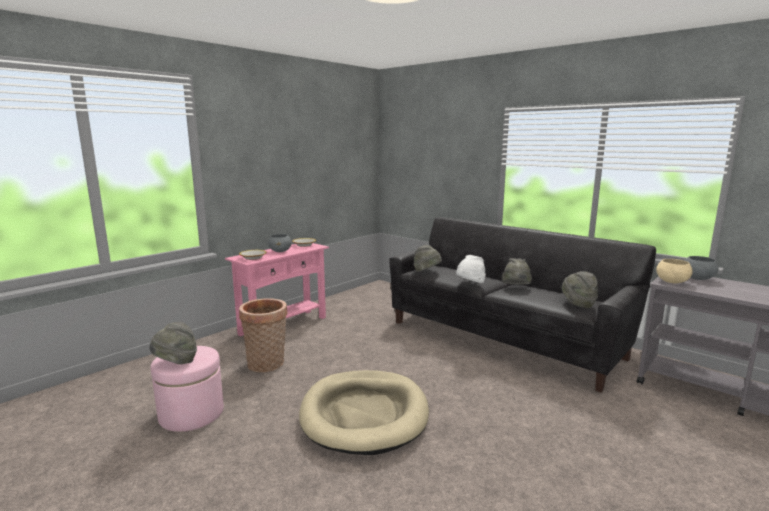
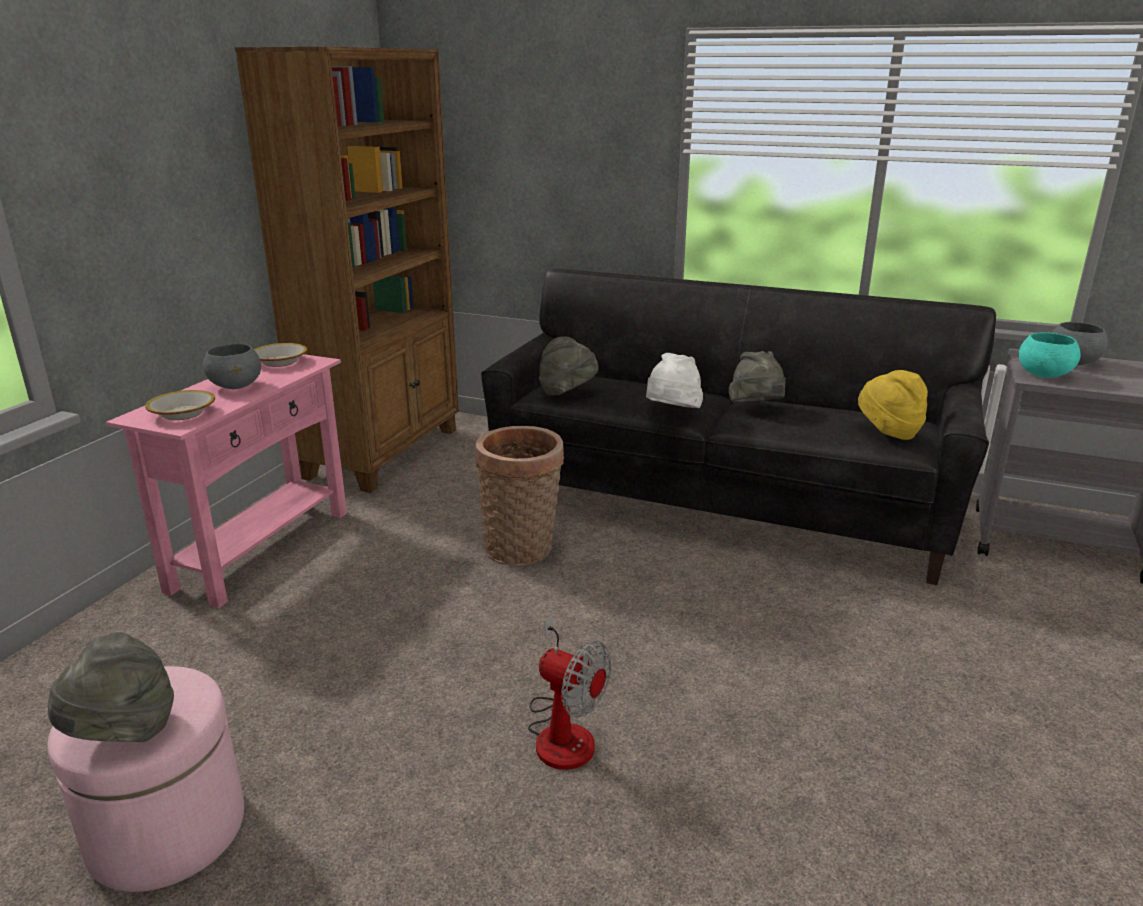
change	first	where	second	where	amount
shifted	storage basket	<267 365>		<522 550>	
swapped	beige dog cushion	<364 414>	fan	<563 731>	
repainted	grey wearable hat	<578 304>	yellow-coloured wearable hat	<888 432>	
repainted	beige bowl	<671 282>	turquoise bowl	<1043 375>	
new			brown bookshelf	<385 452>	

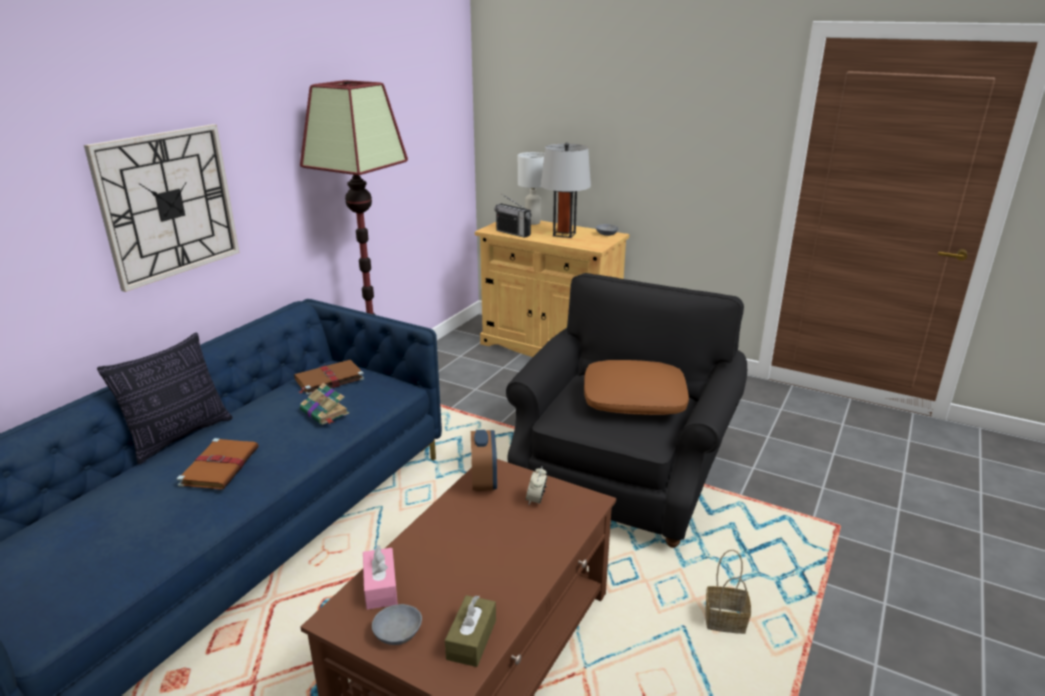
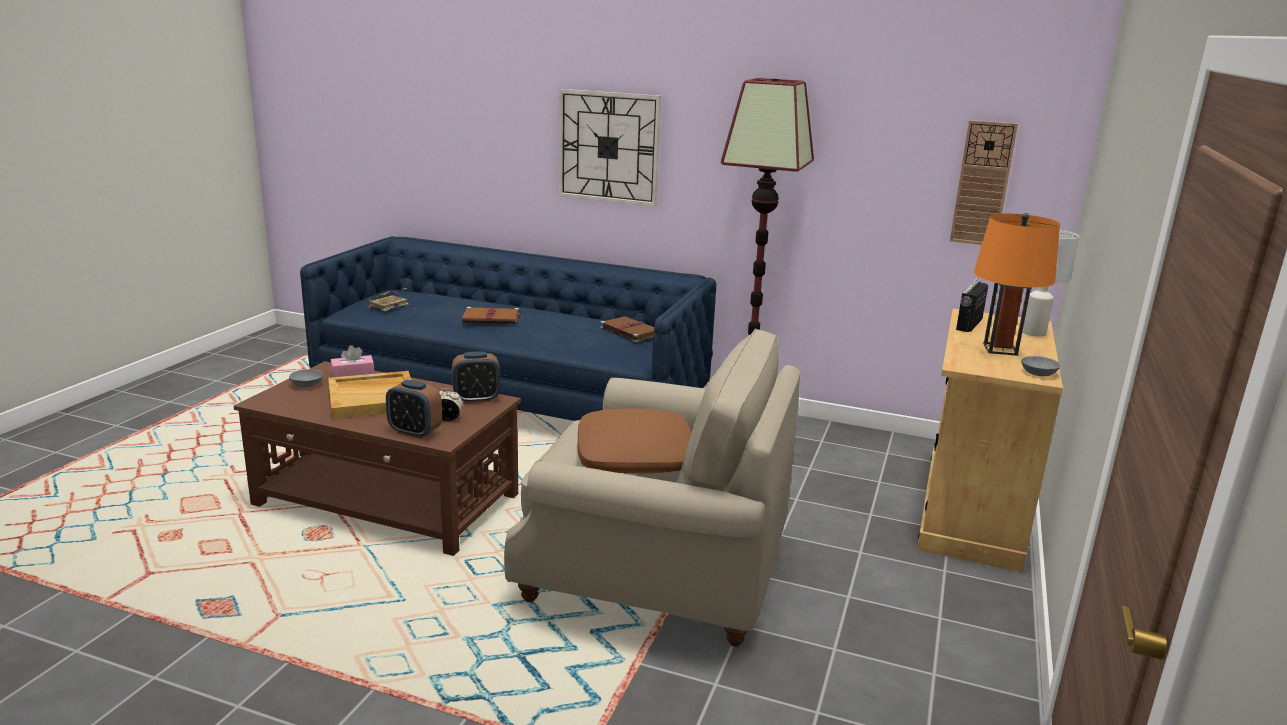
change	first	where	second	where	amount
gone	cushion	<180 436>			
shifted	volume	<325 413>		<387 305>	
gone	brown tissue box	<471 639>			
repainted	blackish armchair	<623 477>	beige armchair	<656 570>	
repainted	grey lamp for a table	<564 234>	orange lamp for a table	<1000 349>	
gone	storage basket	<726 621>			
new			beige tray	<373 398>	
new			bedside clock	<415 432>	
new			clock on the wall	<982 183>	

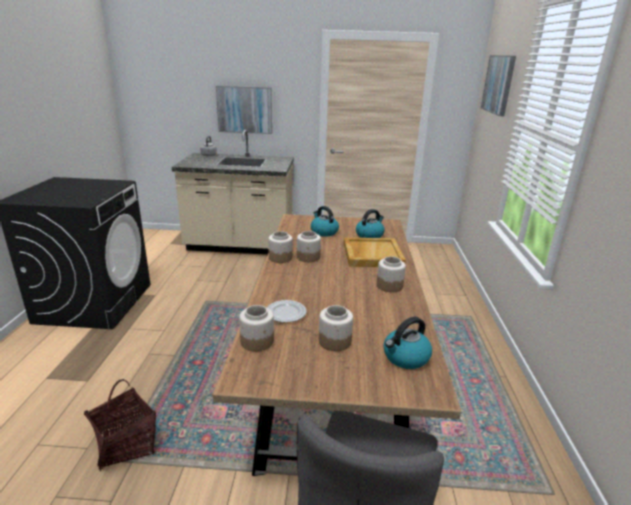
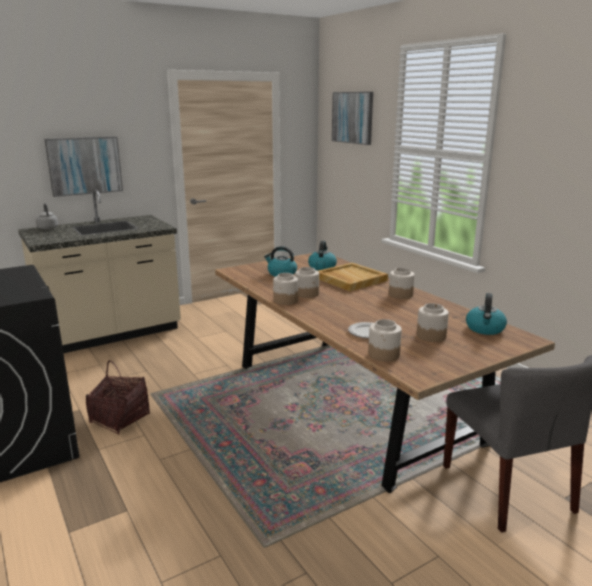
change	first	where	second	where	amount
shifted	storage basket	<126 444>		<120 418>	

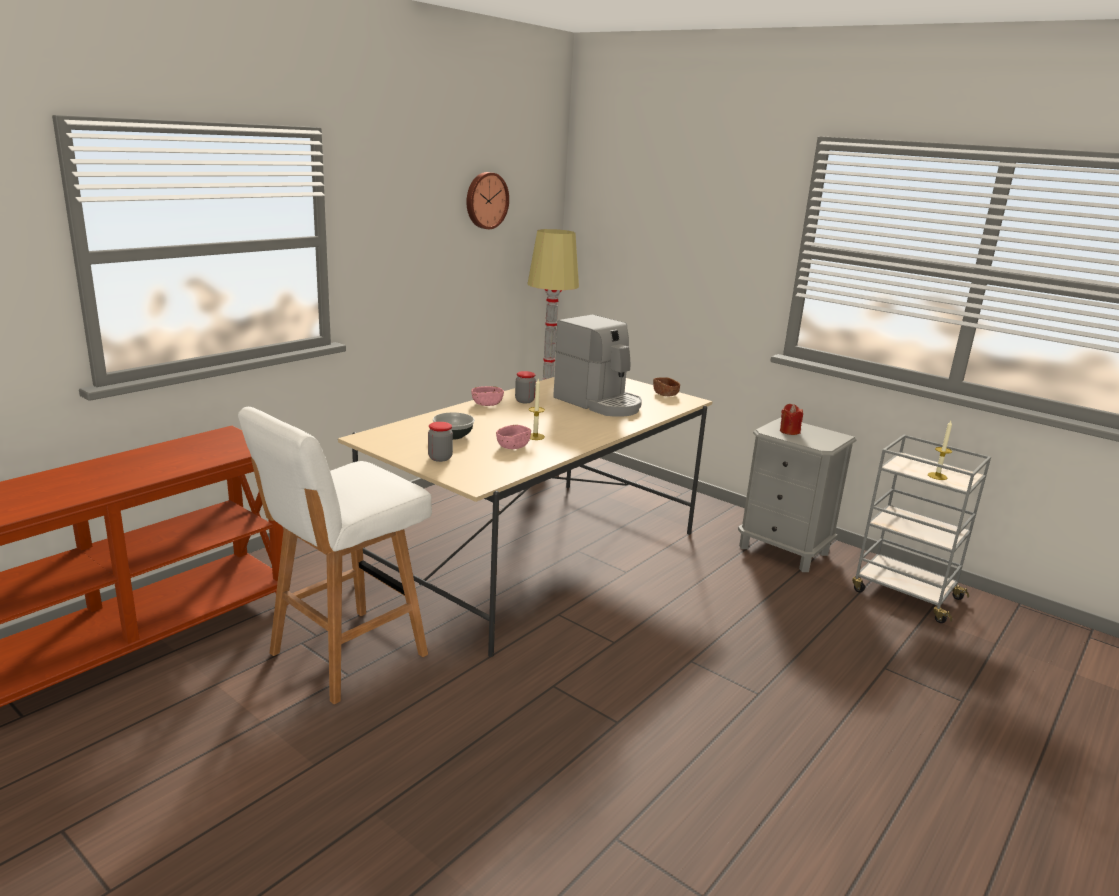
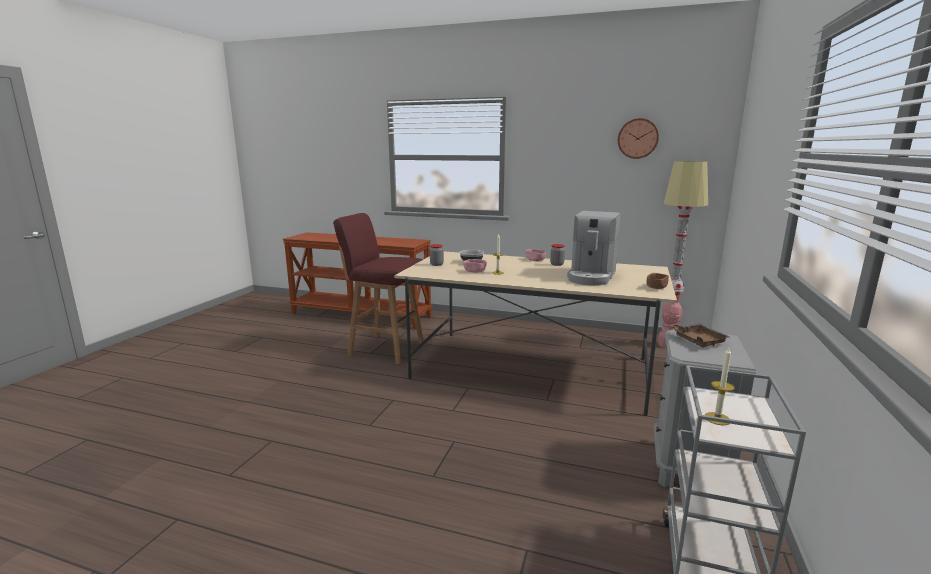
change	first	where	second	where	amount
repainted	white-coloured sitting stool	<345 655>	reddish sitting stool	<385 348>	
swapped	reddish wax light	<789 431>	brown tray	<697 340>	

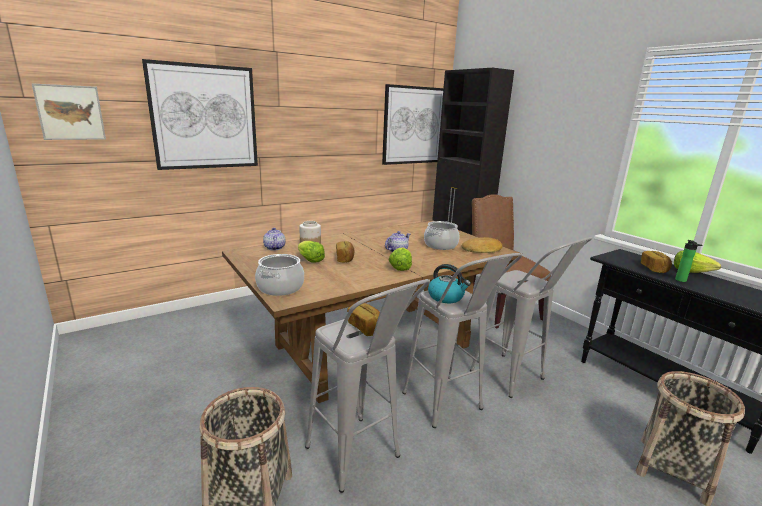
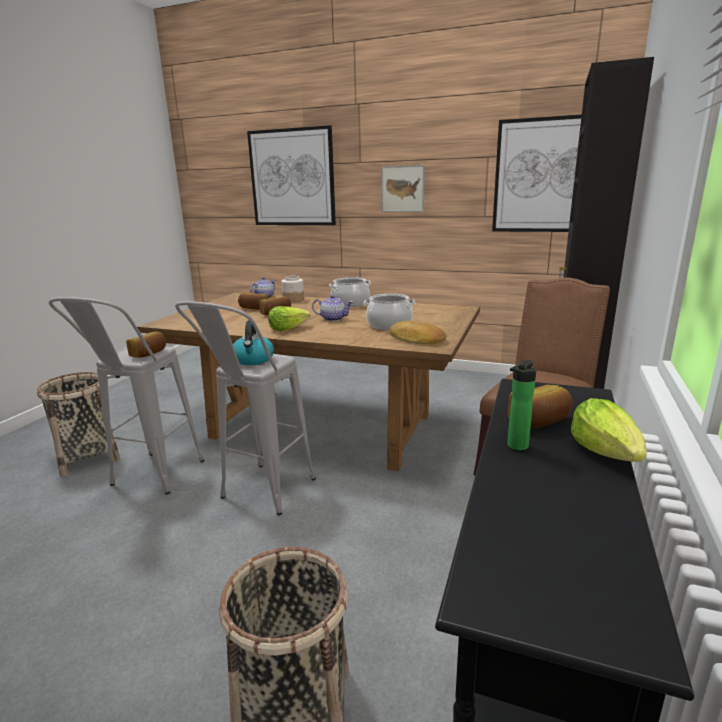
change	first	where	second	where	amount
shifted	picture	<70 112>		<402 189>	
shifted	stockpot	<280 287>		<350 303>	
swapped	head of lettuce	<309 260>	bakery bread	<254 308>	
gone	grey sitting stool	<516 381>			

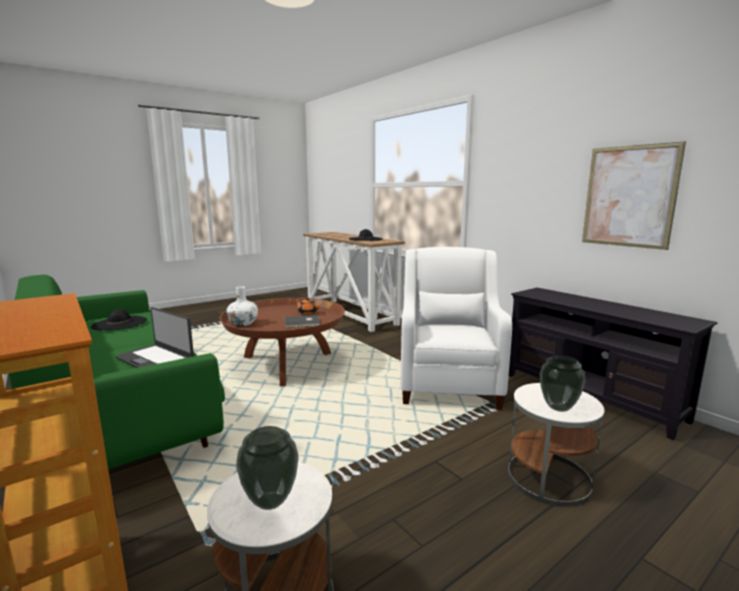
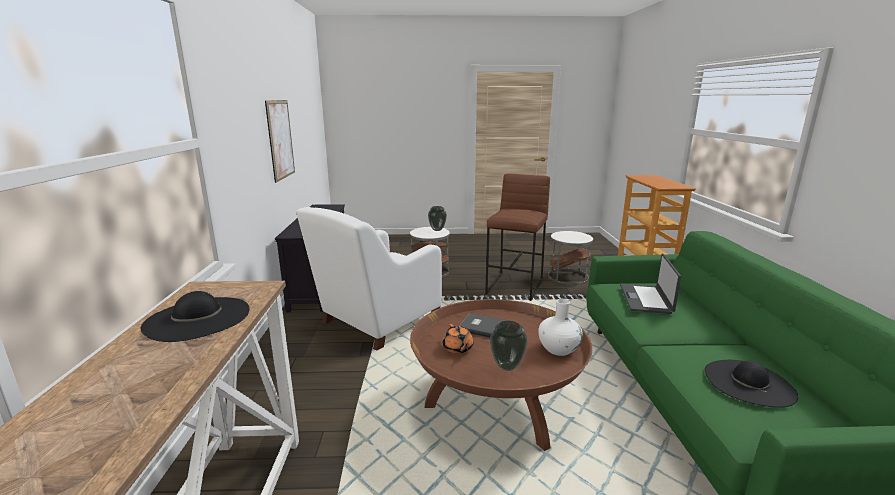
change	first	where	second	where	amount
rotated	laptop	<155 359>		<646 299>	150 degrees counterclockwise
shifted	decorative vase	<269 501>		<507 367>	
new			brown sitting stool	<515 287>	

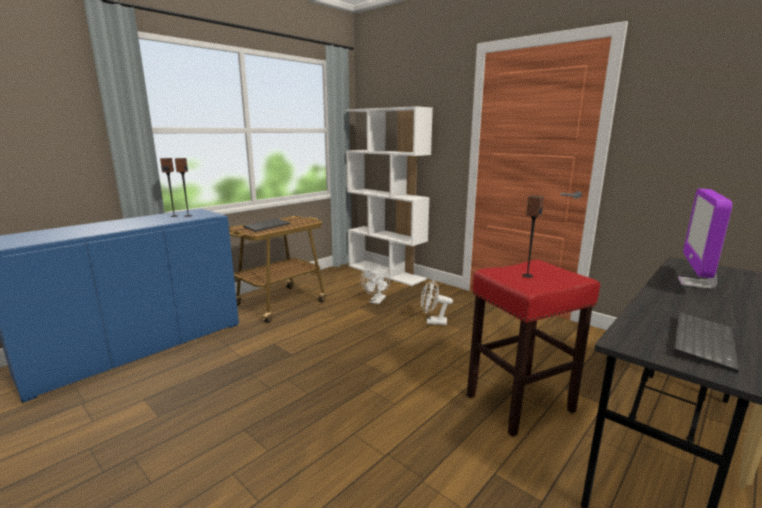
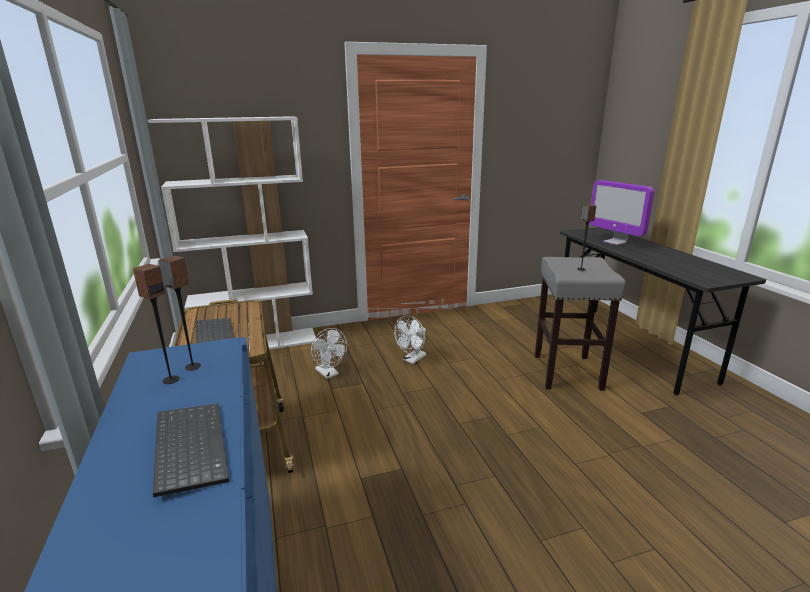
change	first	where	second	where	amount
repainted	reddish sitting stool	<520 403>	grey sitting stool	<566 371>	
shifted	PC keyboard	<701 341>		<188 447>	

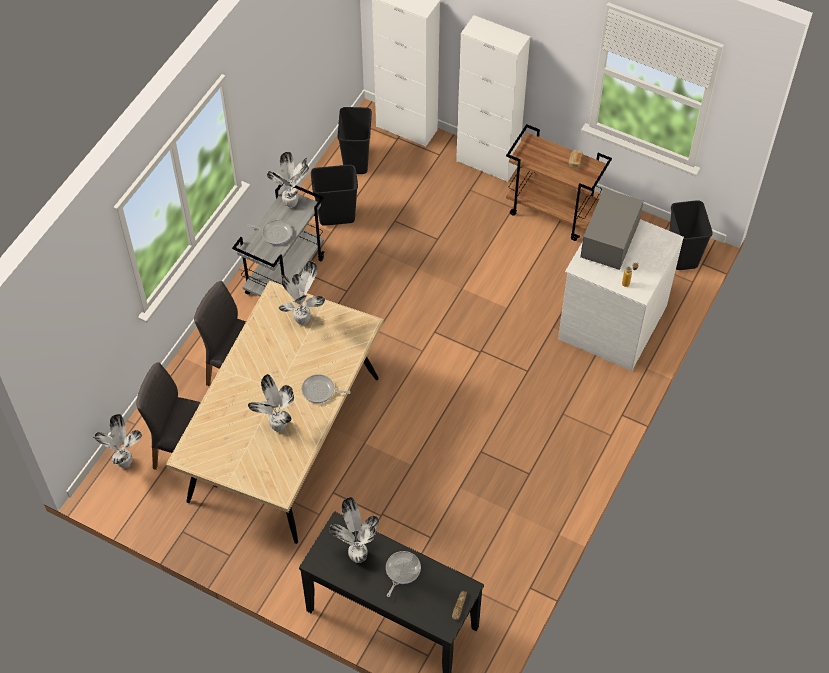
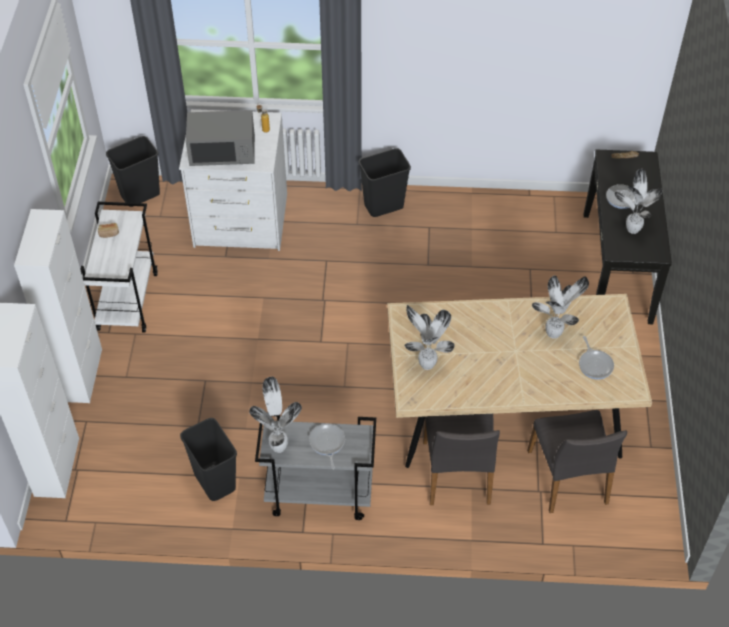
change	first	where	second	where	amount
gone	plant in a pot	<124 464>			
shifted	frying pan	<320 391>		<595 364>	
shifted	blackish waste bin	<357 162>		<383 205>	
repainted	brown cart	<553 212>	white-coloured cart	<127 300>	

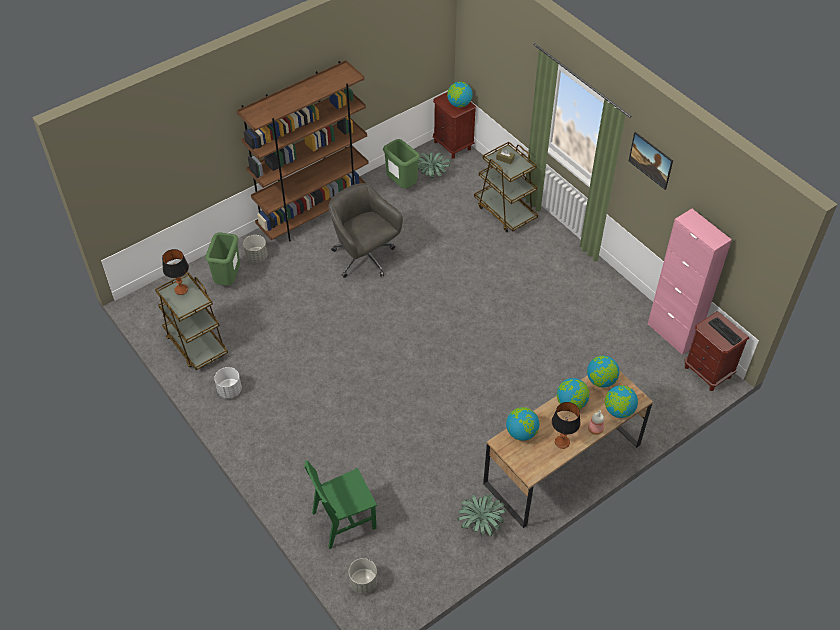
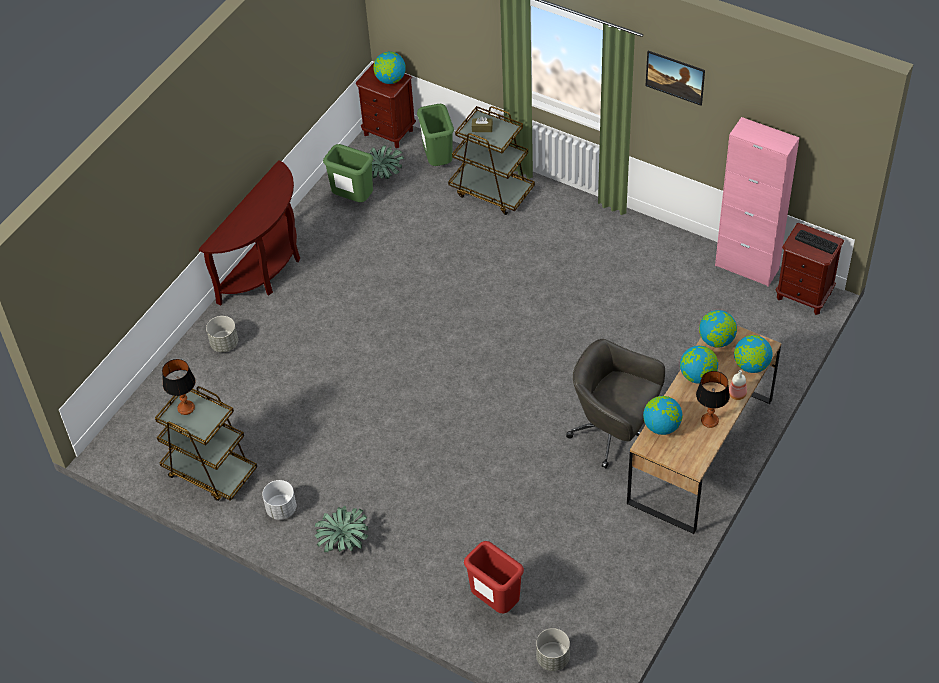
change	first	where	second	where	amount
shifted	greenish waste bin	<228 279>		<437 161>	
swapped	brown bookshelf	<314 214>	brown hall table	<266 269>	
swapped	greenish plain chair	<344 520>	reddish waste bin	<494 601>	
shifted	grey office chair	<364 258>		<614 433>	
shifted	plant in a pot	<480 523>		<343 541>	

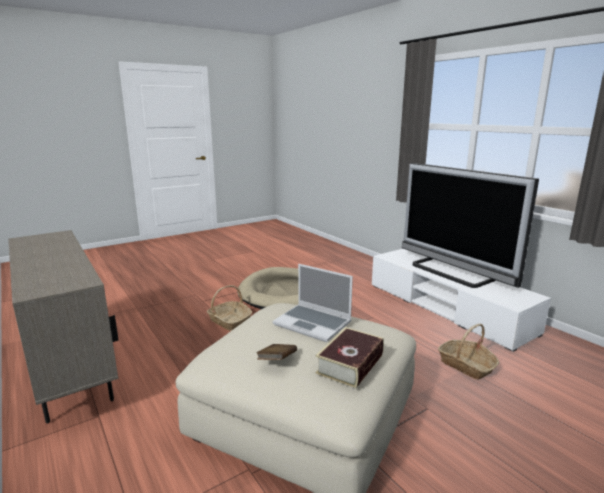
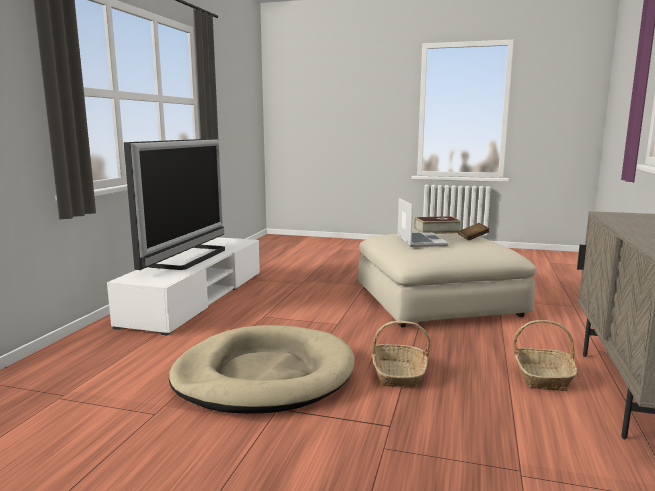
change	first	where	second	where	amount
shifted	storage basket	<466 365>		<542 376>	

